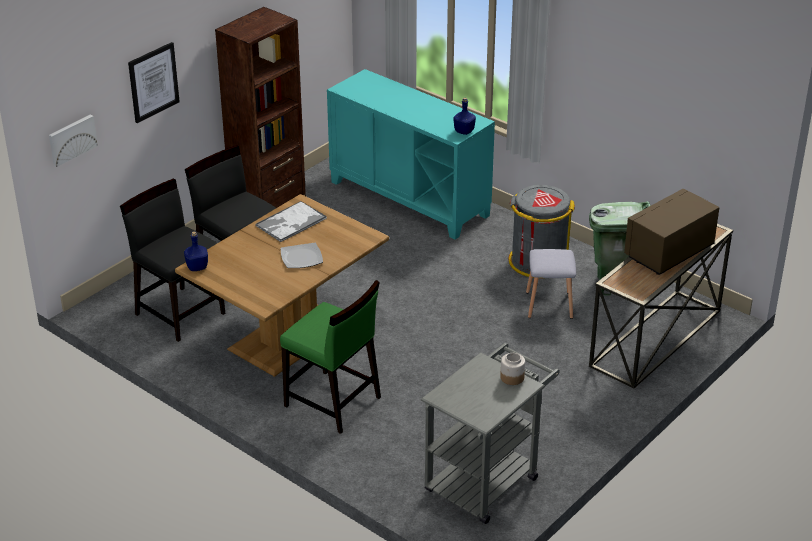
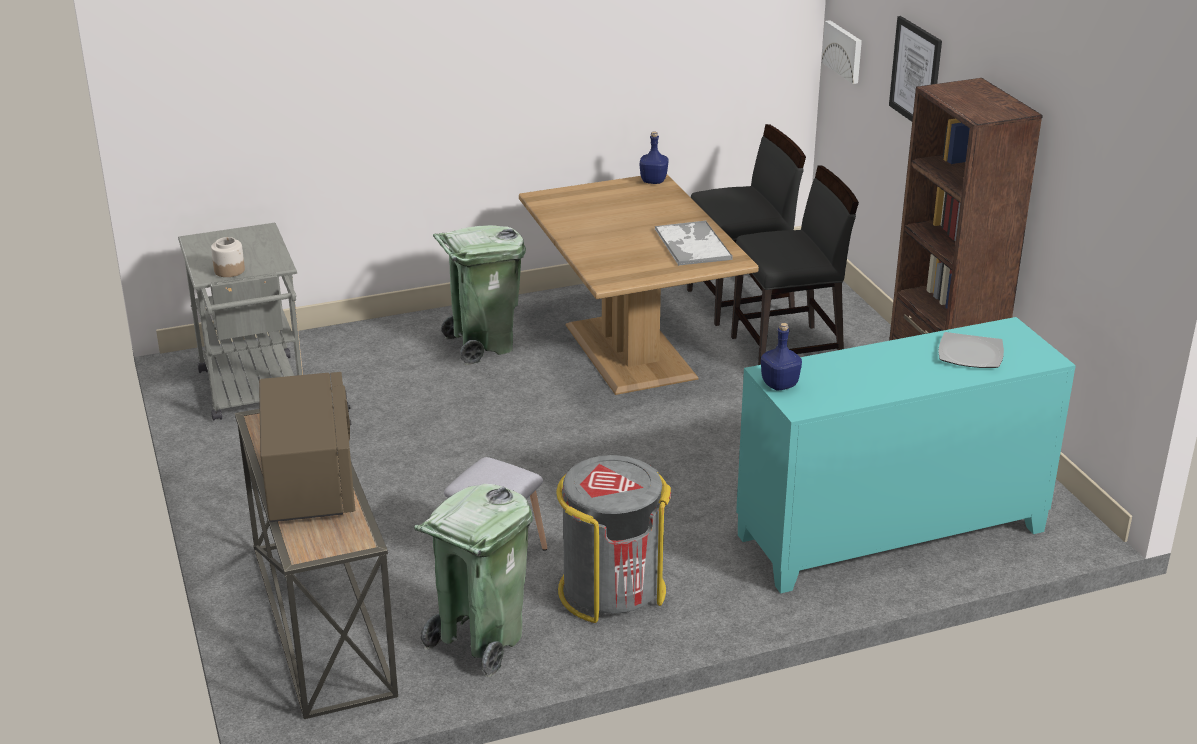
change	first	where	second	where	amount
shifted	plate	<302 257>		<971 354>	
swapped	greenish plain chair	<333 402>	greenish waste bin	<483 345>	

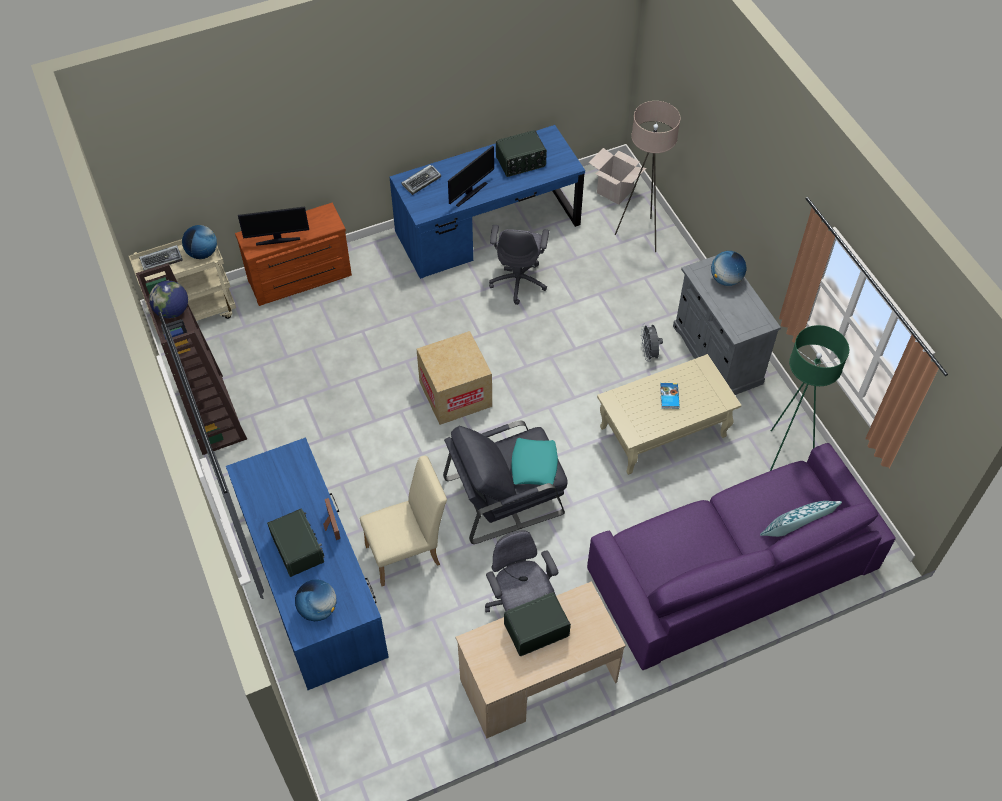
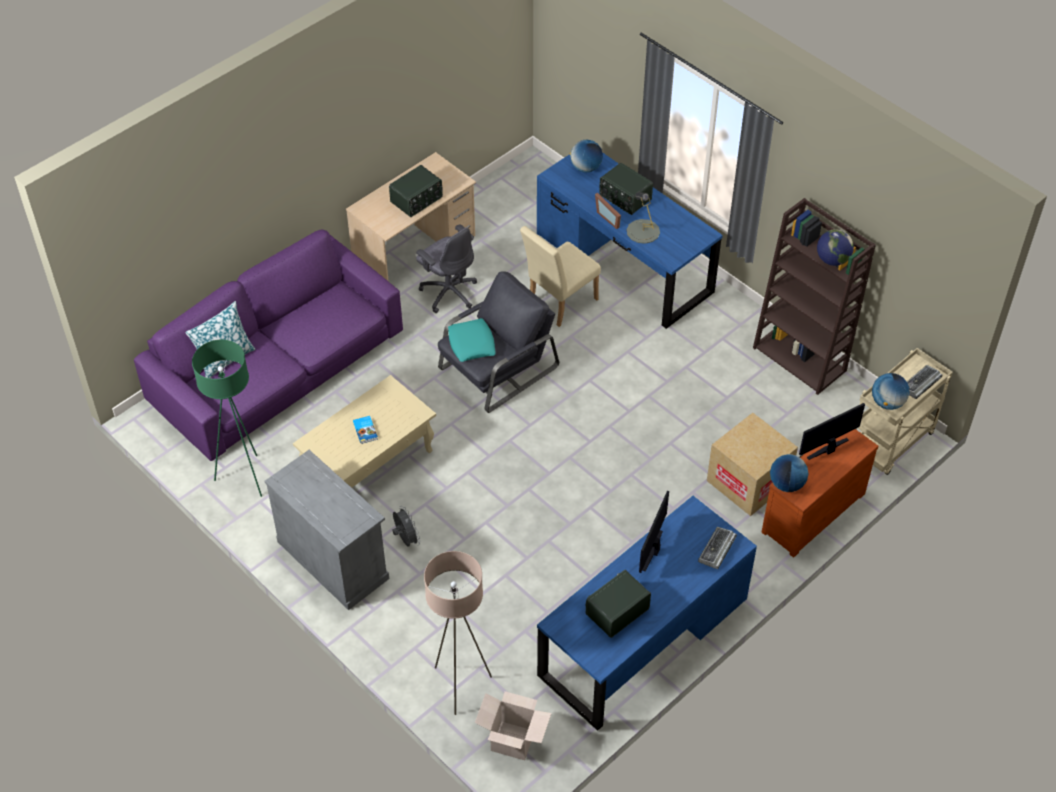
change	first	where	second	where	amount
shifted	packing box	<455 394>		<748 482>	
gone	grey office chair	<518 281>			
shifted	world globe	<726 279>		<786 484>	
new			grey lamp for a table	<643 231>	

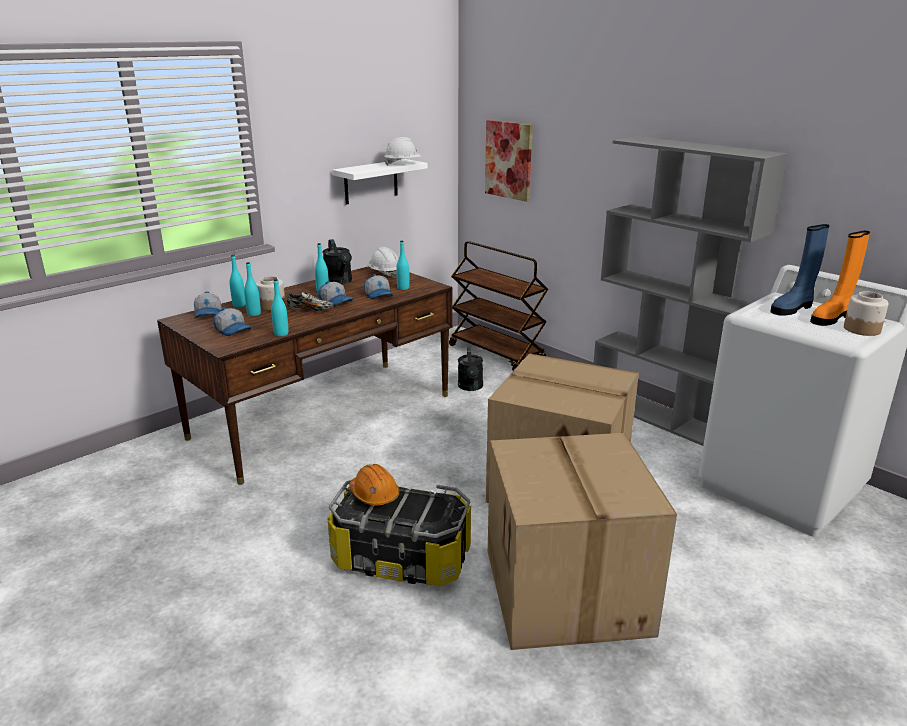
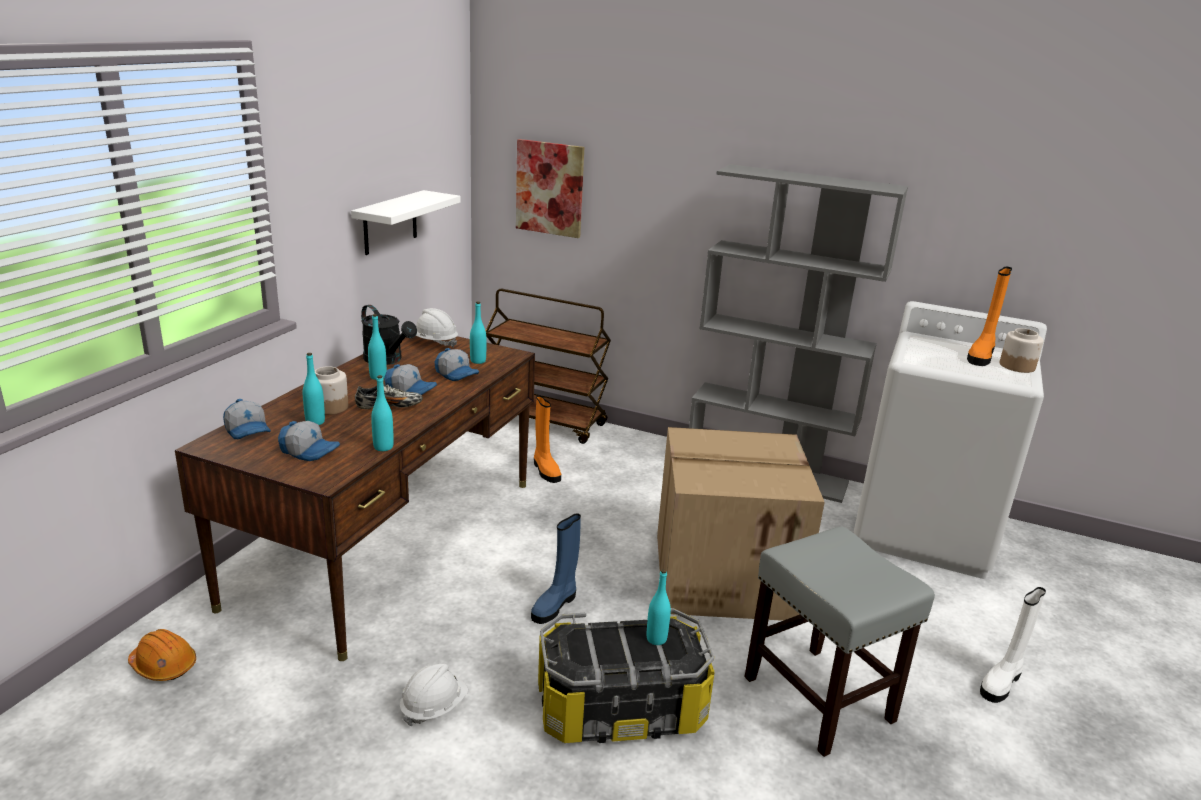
change	first	where	second	where	amount
shifted	turquoise beverage bottle	<239 305>		<656 639>	
shifted	orange safety helmet	<374 494>		<163 665>	
shifted	white-coloured safety helmet	<403 164>		<433 707>	
swapped	blackish watering pot	<471 387>	orange high-top boot	<545 470>	
swapped	packing box	<569 592>	grey sitting stool	<820 700>	
shifted	blue-coloured high-top boot	<792 308>		<555 605>	
new			white-coloured high-top boot	<1001 683>	

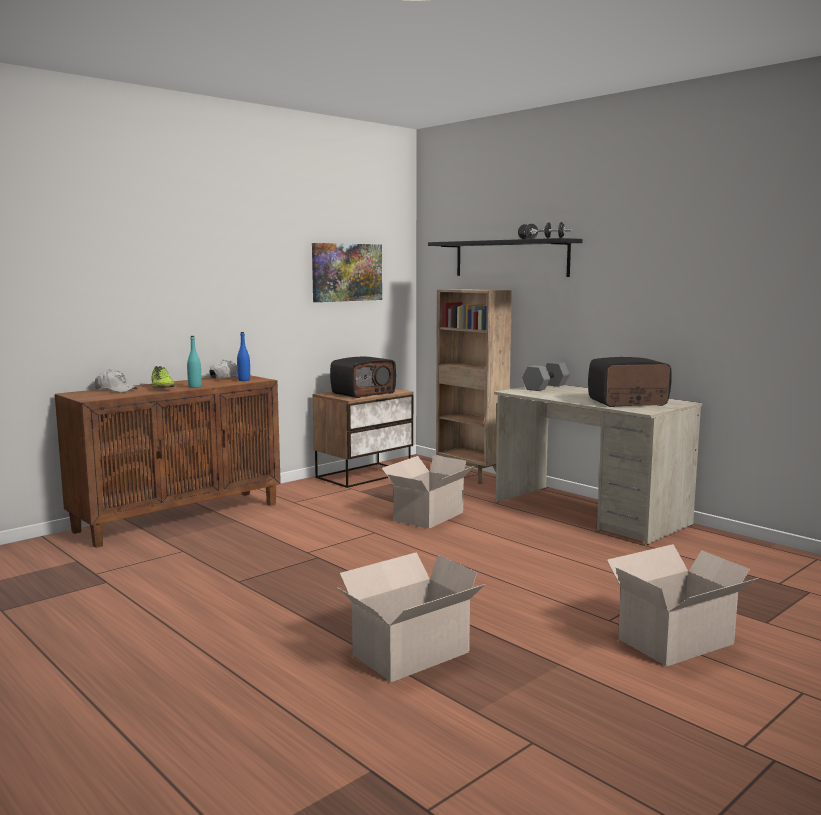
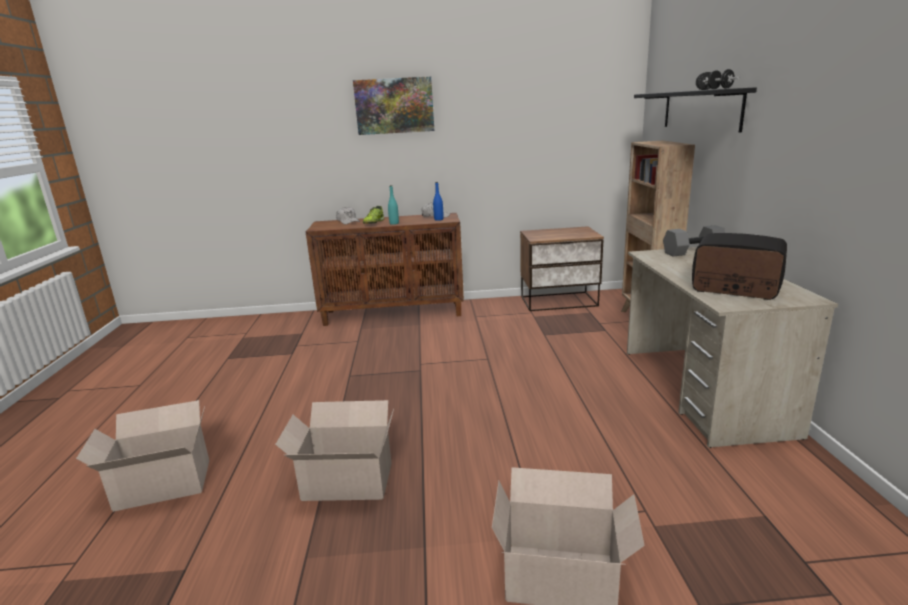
change	first	where	second	where	amount
shifted	picture	<346 272>		<394 106>	
gone	radio	<363 393>			
shifted	packing box	<427 517>		<161 485>	

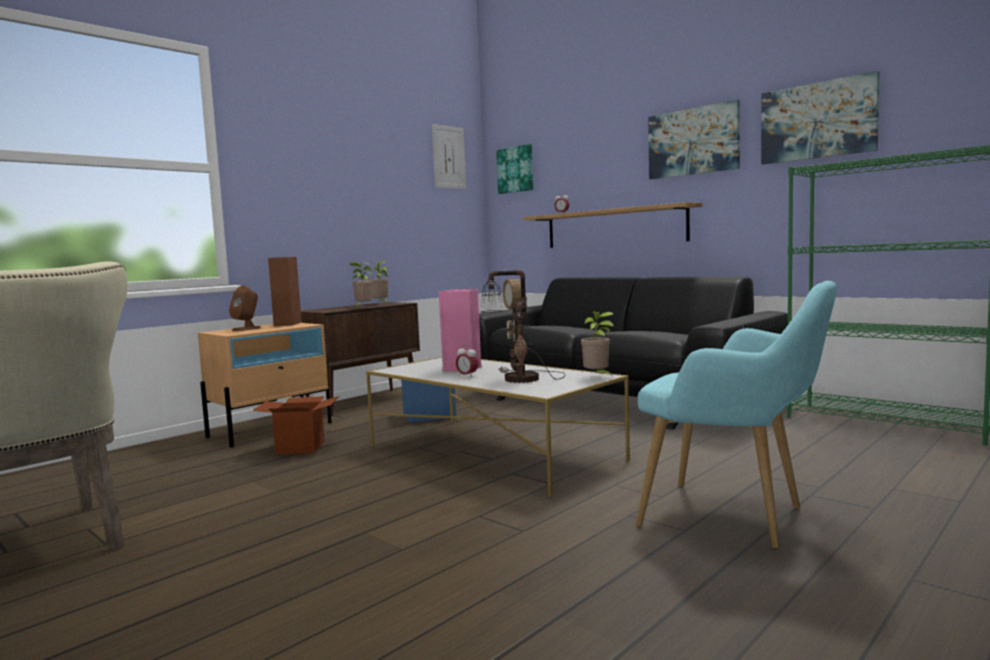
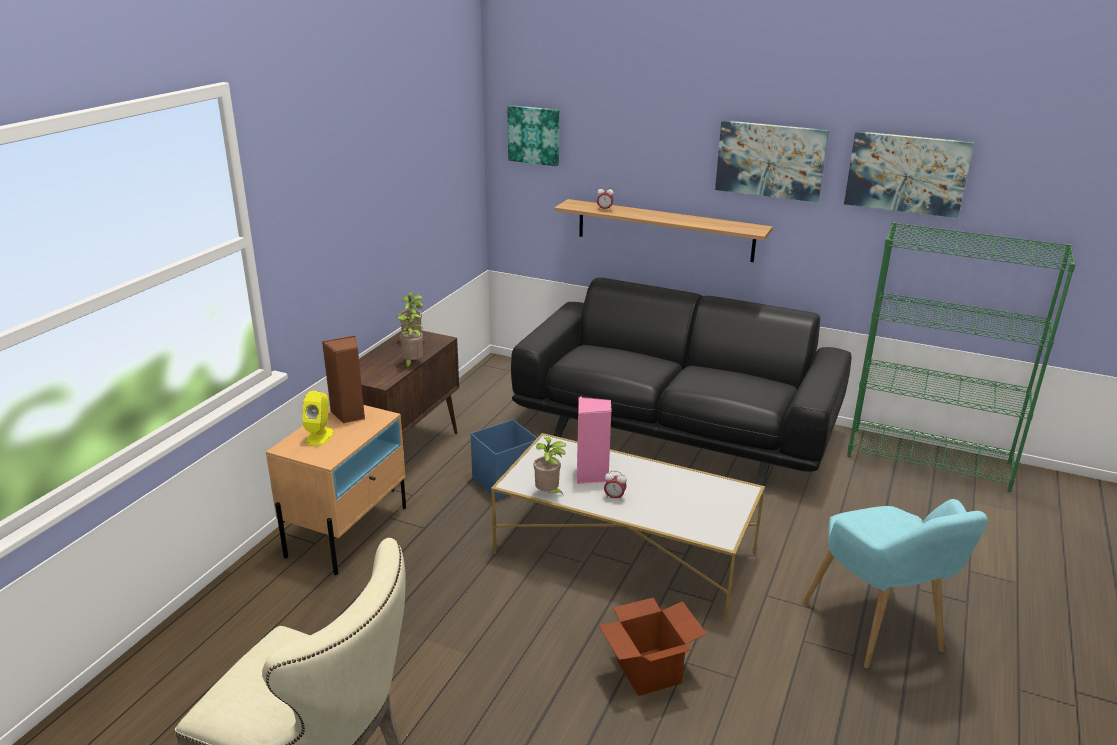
change	first	where	second	where	amount
repainted	brown speaker	<246 329>	yellow-coloured speaker	<320 436>	
shifted	packing box	<301 447>		<649 672>	
gone	picture	<448 157>			
gone	lamp for a table	<520 380>			
shifted	plant in a pot	<598 377>		<548 494>	
rotated	turquoise armchair	<733 518>		<879 632>	60 degrees clockwise

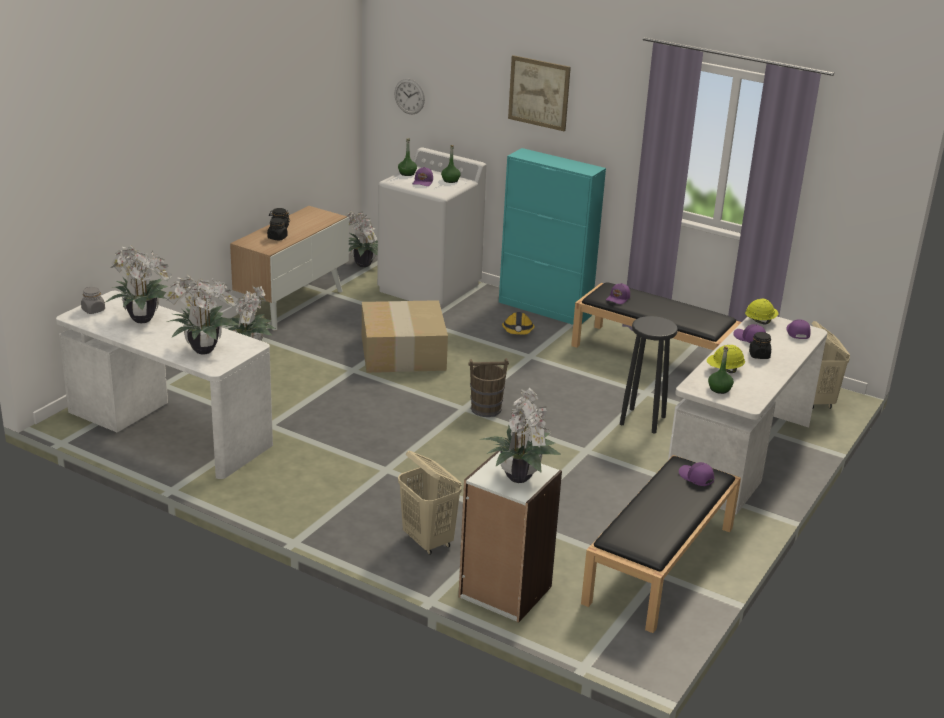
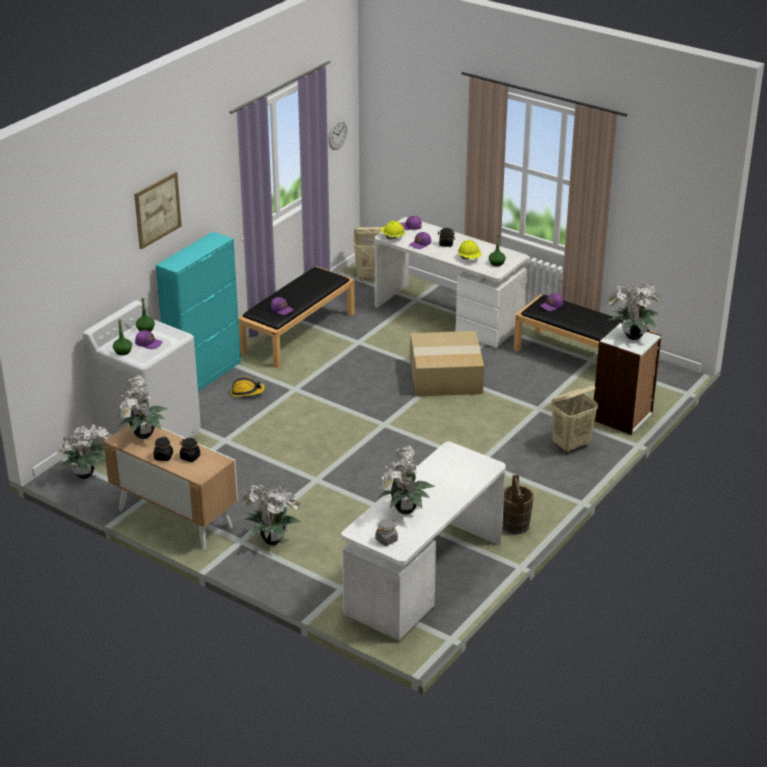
change	first	where	second	where	amount
shifted	plant in a pot	<201 349>		<142 436>	
shifted	packing box	<401 352>		<445 377>	
shifted	clock on the wall	<409 96>		<337 134>	
shifted	brown bucket	<486 409>		<515 525>	
gone	blackish sitting stool	<643 420>			

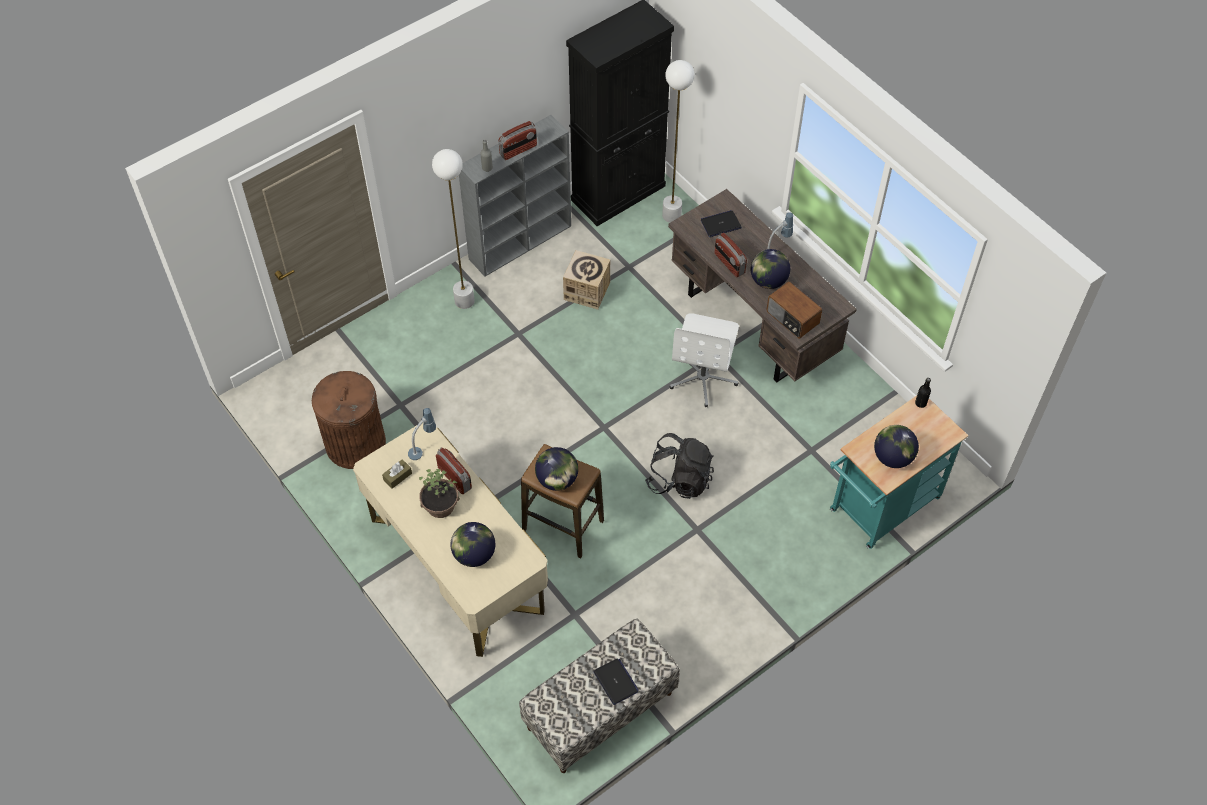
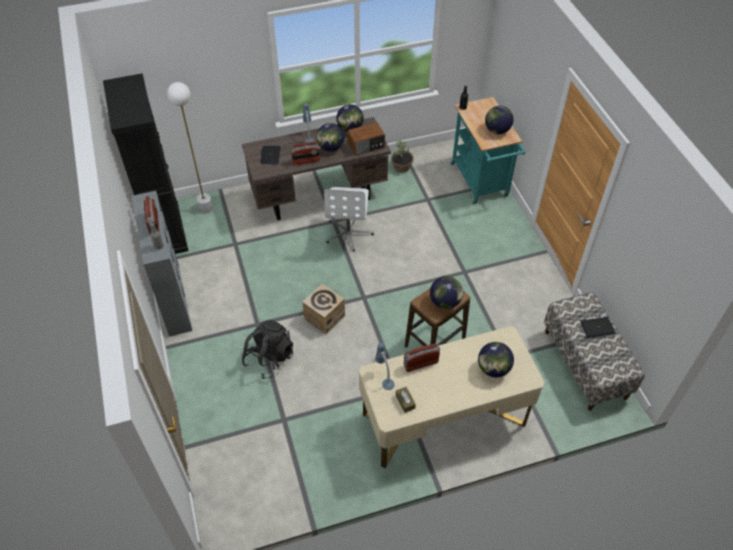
change	first	where	second	where	amount
gone	brown waste bin	<355 443>			
shifted	plant in a pot	<440 506>		<402 167>	
gone	white-coloured standing lamp	<464 301>			
shifted	packing box	<587 291>		<324 317>	
shifted	blackish knapsack	<679 479>		<269 359>	
rotated	white-coloured office chair	<703 378>		<348 233>	60 degrees clockwise
new			world globe	<350 128>	

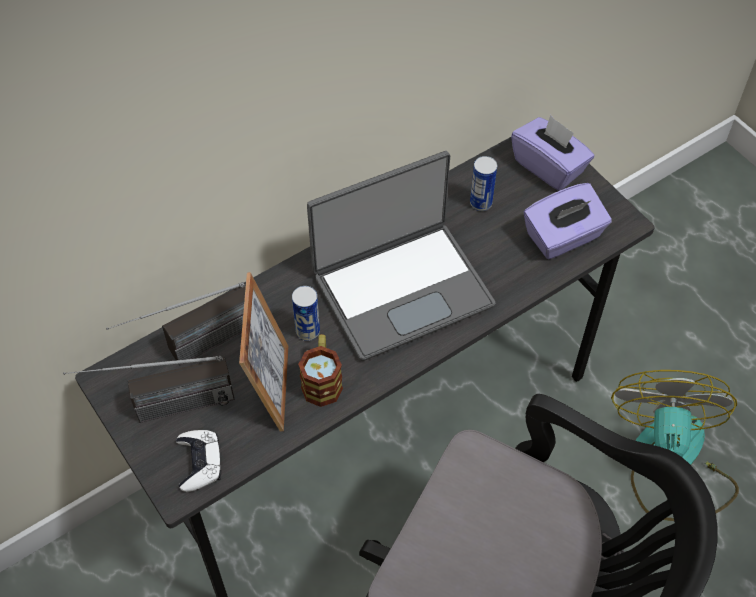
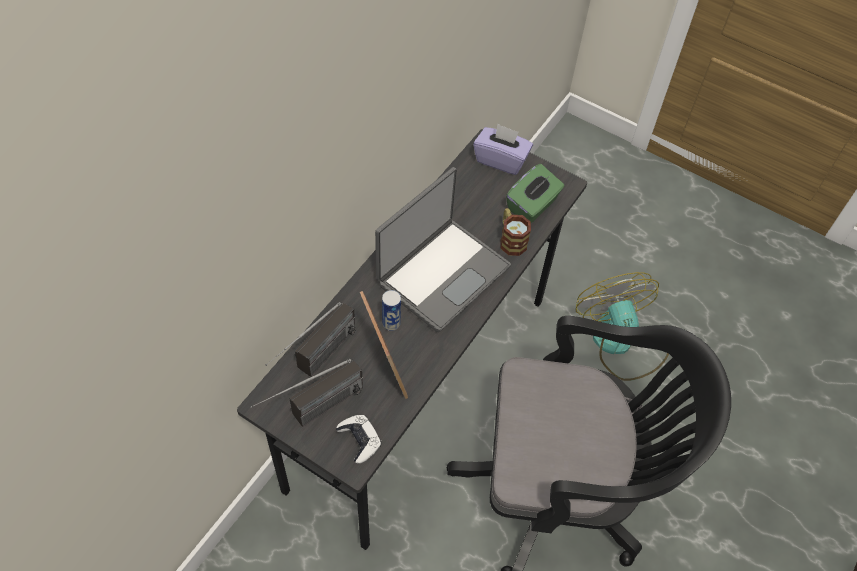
change	first	where	second	where	amount
shifted	coffee mug	<322 380>		<511 240>	
gone	sealed can	<481 203>			
repainted	purplish tissue box	<563 237>	greenish tissue box	<532 206>	

